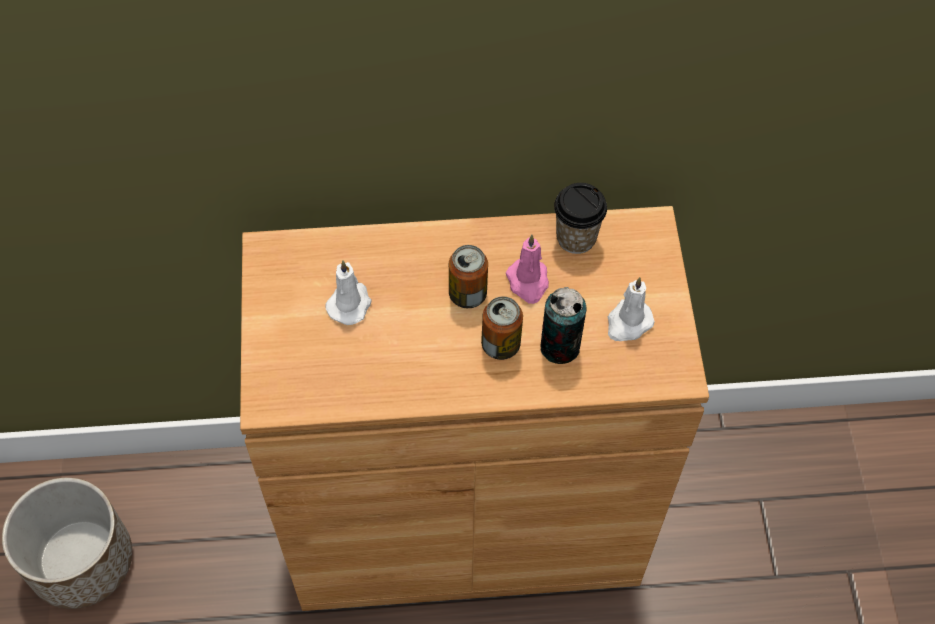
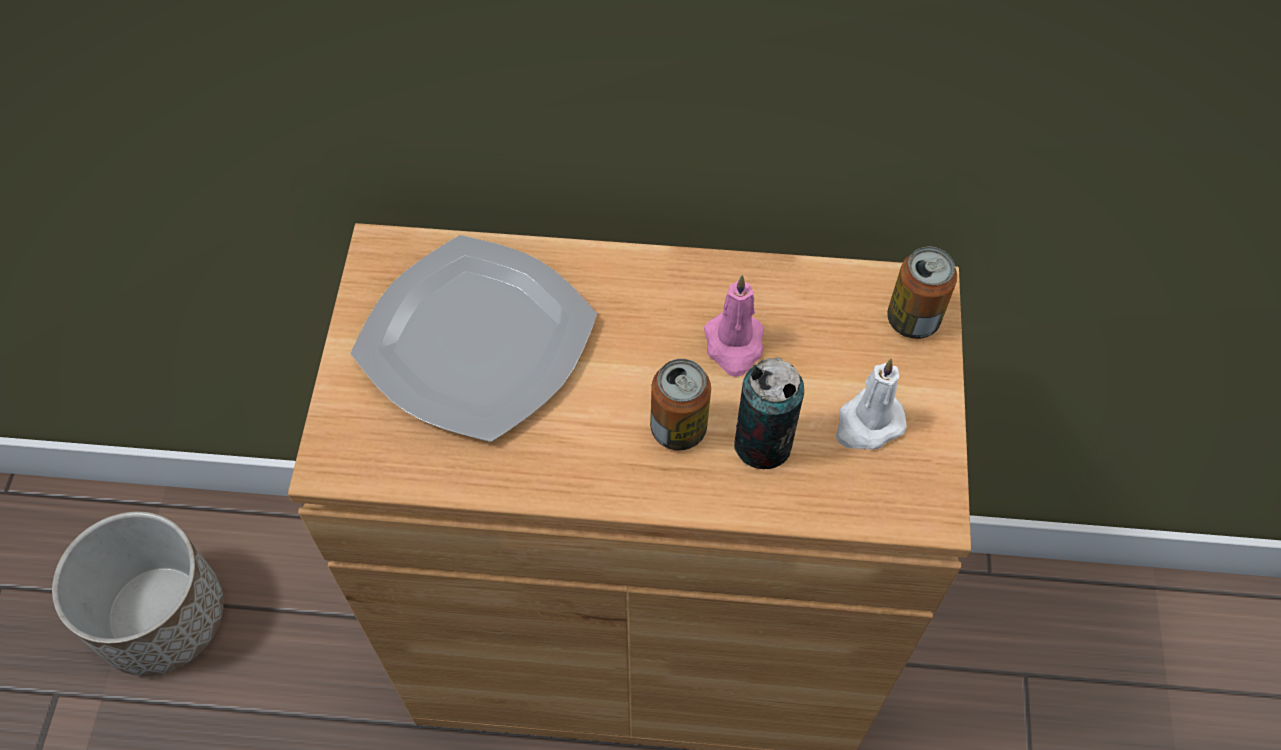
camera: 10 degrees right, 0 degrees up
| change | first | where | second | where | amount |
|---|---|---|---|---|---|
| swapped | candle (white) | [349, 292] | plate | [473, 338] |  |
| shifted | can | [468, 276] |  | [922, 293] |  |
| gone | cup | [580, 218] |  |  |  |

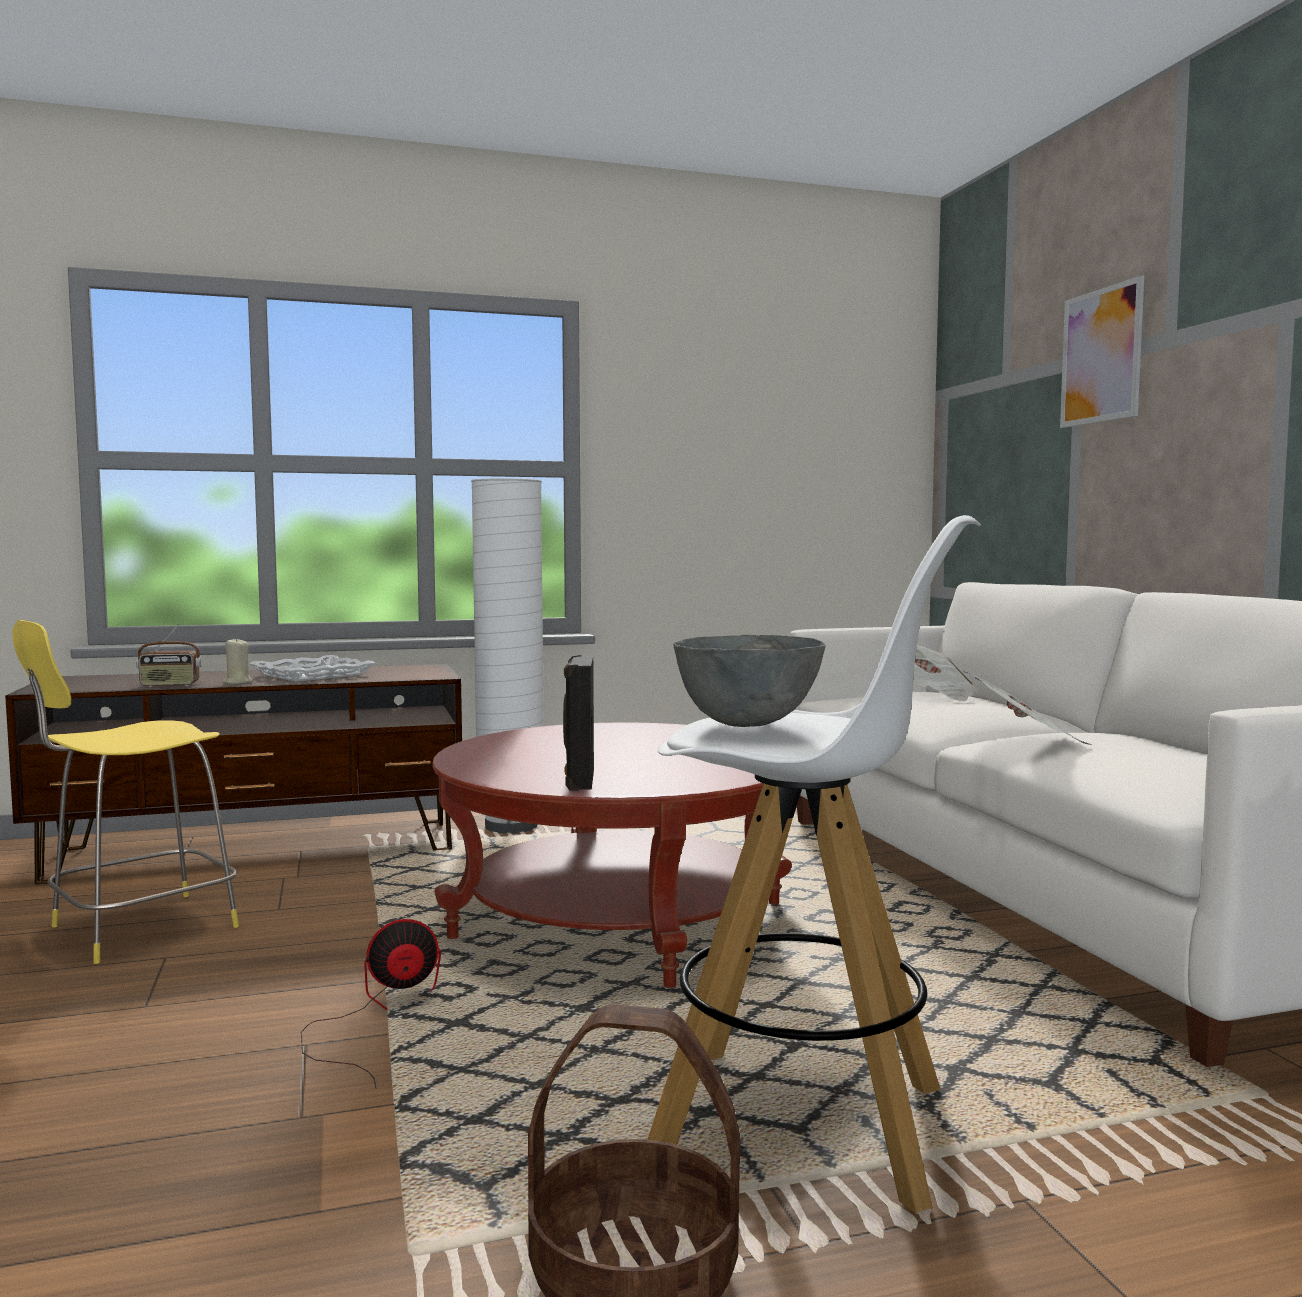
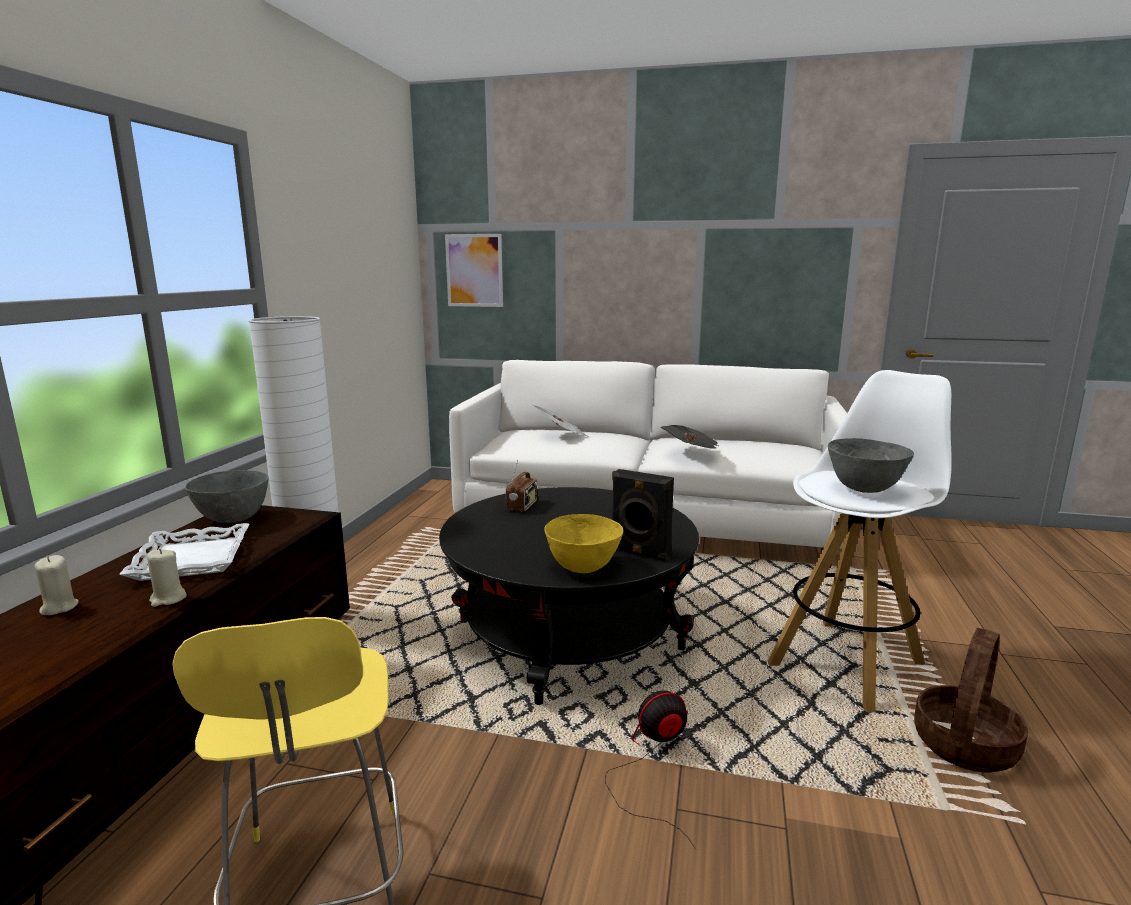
camera: 60 degrees left, 10 degrees up
| change | first | where | second | where | amount |
|---|---|---|---|---|---|
| new |  |  | candle (beige) | [56, 585] |  |
| new |  |  | bowl (grey) | [227, 496] |  |
| repainted | coffee table (red) | [612, 855] | coffee table (black) | [569, 596] |  |
| shifted | picture | [1102, 351] |  | [474, 270] |  |
| shifted | radio | [169, 655] |  | [521, 485] |  |
| new |  |  | bowl (yellow) | [583, 543] |  |
| rotated | fan | [371, 1004] |  | [650, 770] | 60 degrees clockwise |

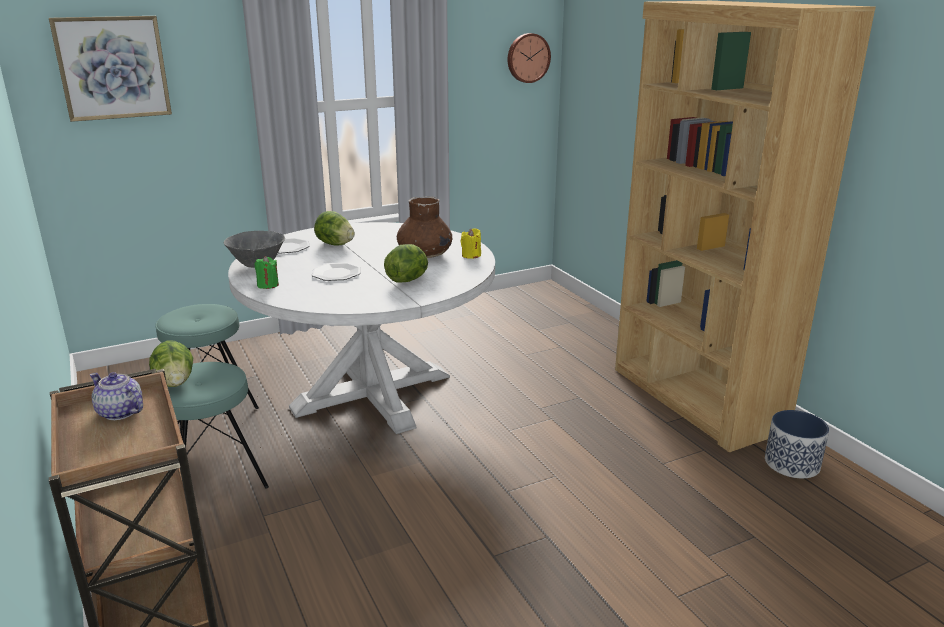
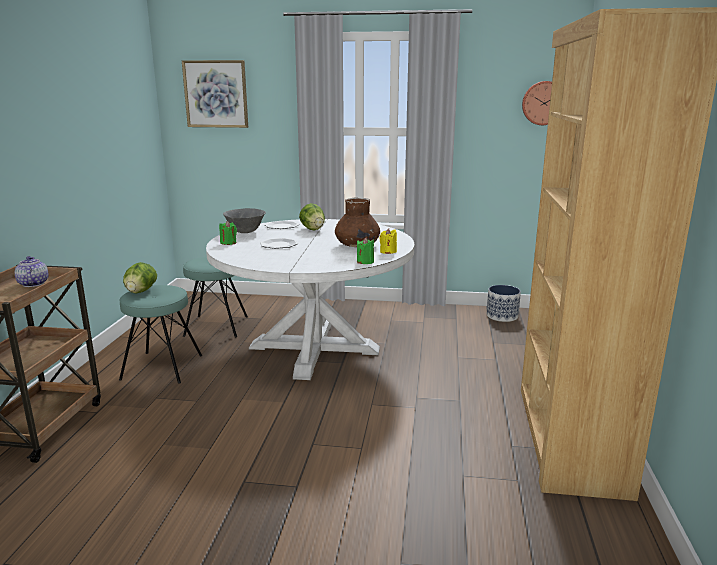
camera: 35 degrees right, 5 degrees down
| change | first | where | second | where | amount |
|---|---|---|---|---|---|
| new |  |  | candle (green) | [365, 250] |  |
| shifted | planter | [797, 444] |  | [504, 303] |  |
| gone | lettuce | [406, 263] |  |  |  |

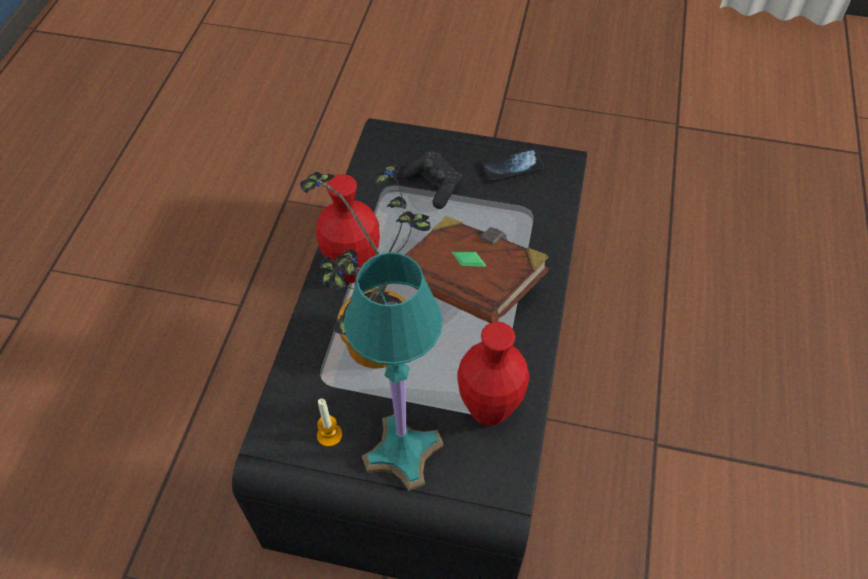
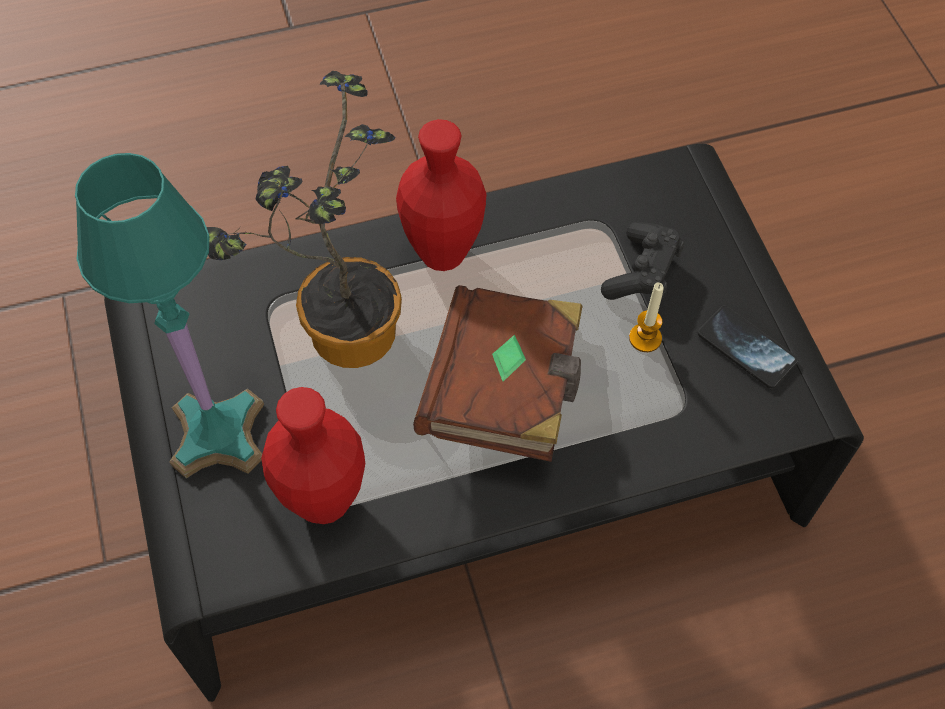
camera: 60 degrees right, 5 degrees up
| change | first | where | second | where | amount |
|---|---|---|---|---|---|
| shifted | candle | [329, 422] |  | [646, 317] |  |

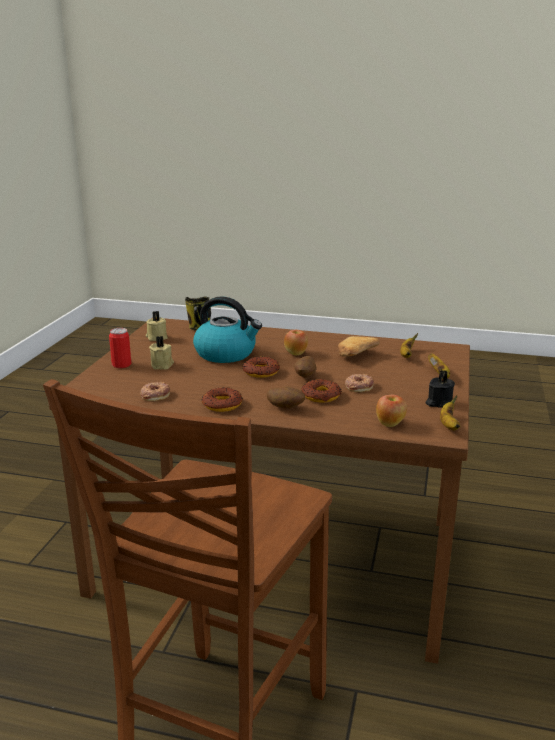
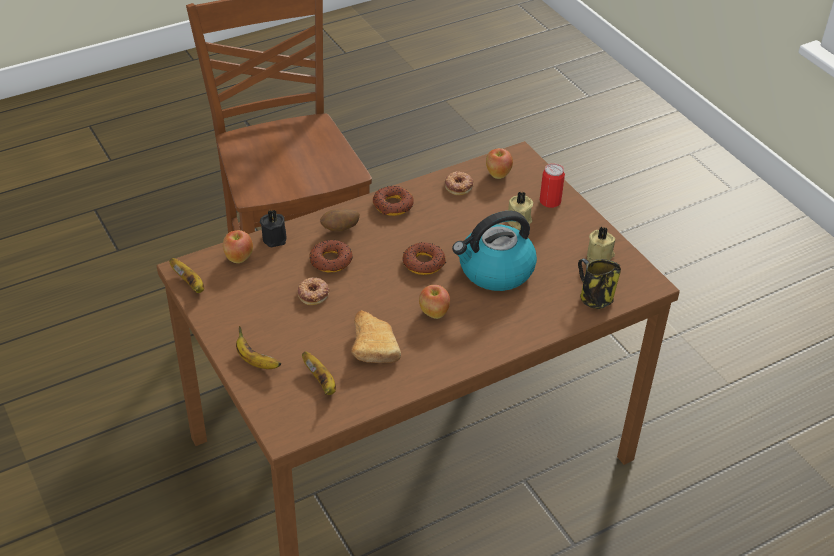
camera: 135 degrees right, 20 degrees up
| change | first | where | second | where | amount |
|---|---|---|---|---|---|
| shifted | candle (black) | [440, 389] |  | [273, 228] |  |
| new |  |  | apple | [499, 163] |  |
| gone | potato | [305, 367] |  |  |  |

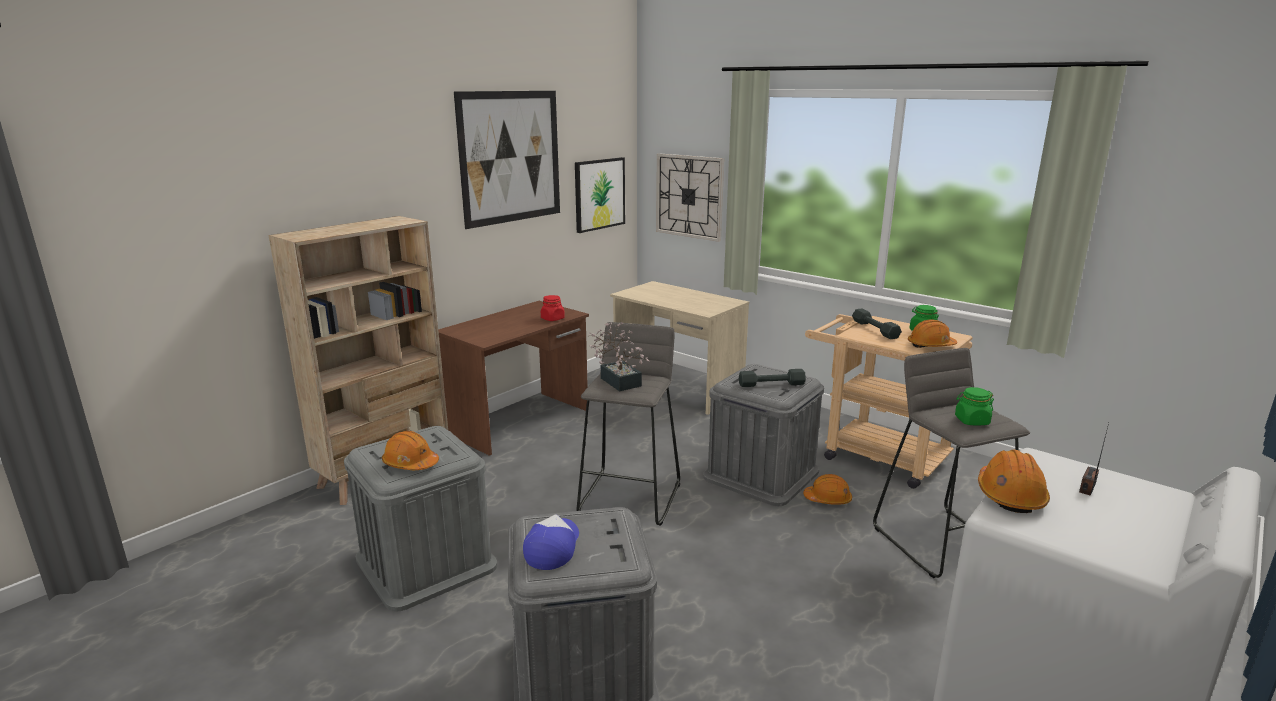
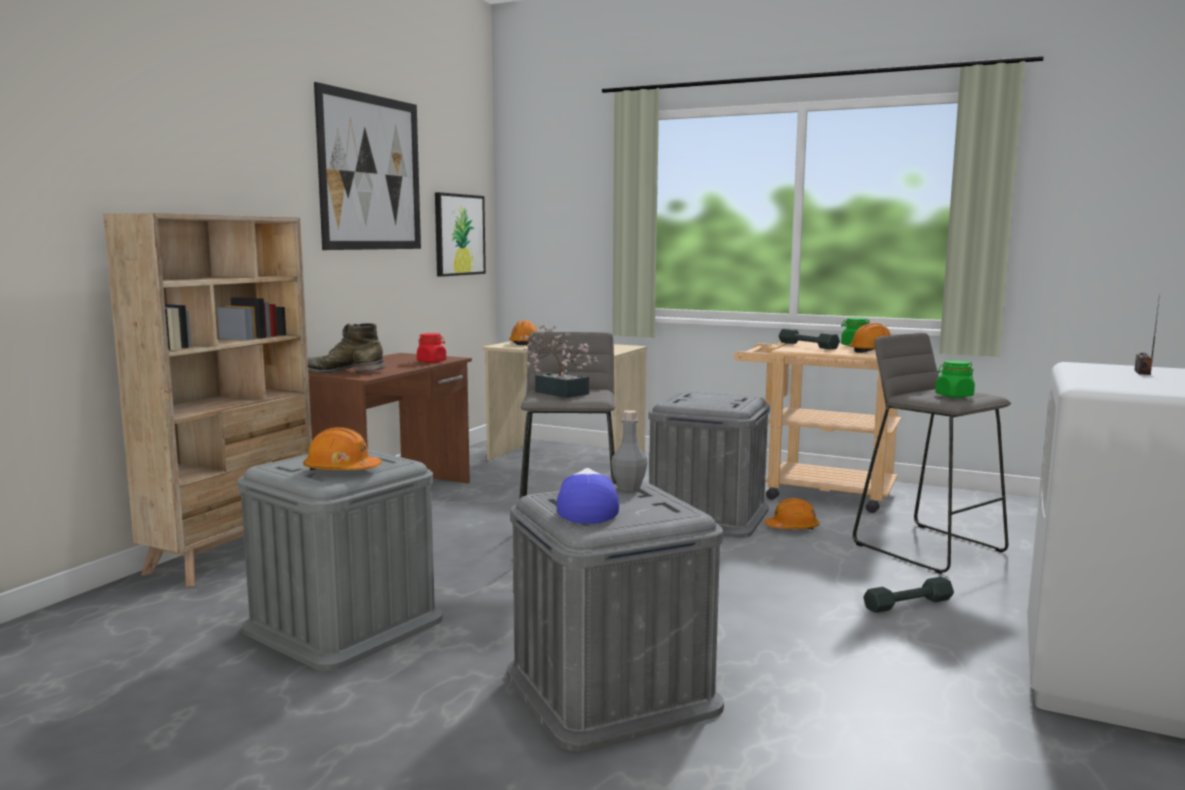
camera: 15 degrees left, 10 degrees down
| change | first | where | second | where | amount |
|---|---|---|---|---|---|
| new |  |  | boot (green) | [346, 348] |  |
| shifted | hard hat (orange) | [1014, 481] |  | [523, 332] |  |
| new |  |  | bottle (grey) | [629, 450] |  |
| shifted | dumbbell (grey) | [772, 378] |  | [908, 595] |  |
| gone | wall clock | [690, 197] |  |  |  |

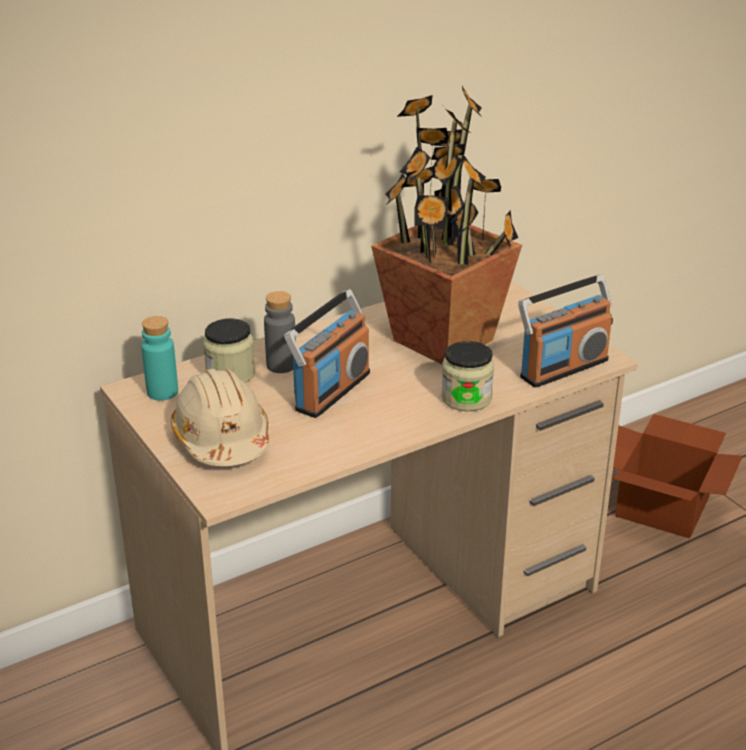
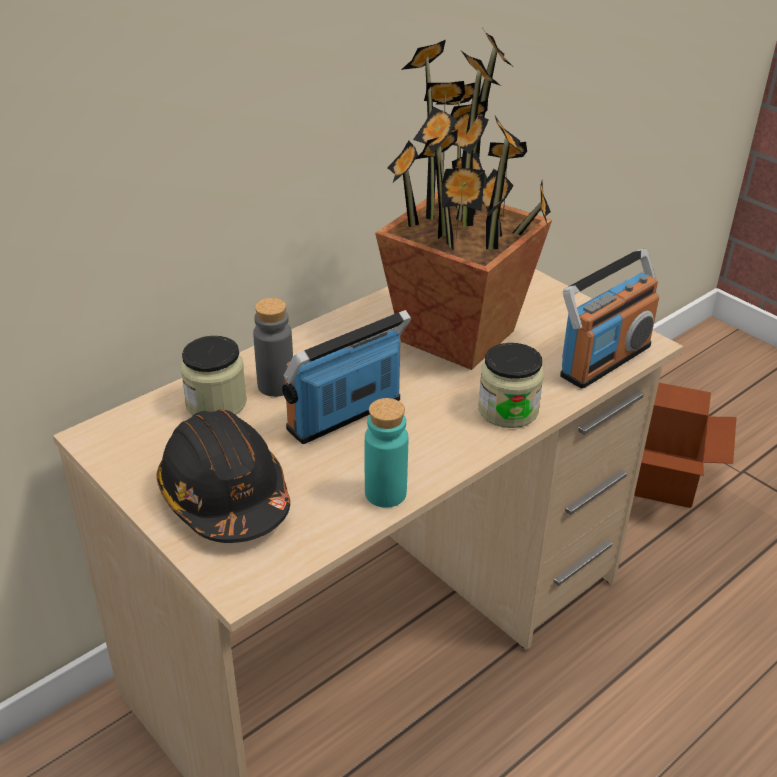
camera: 10 degrees left, 5 degrees up
| change | first | where | second | where | amount |
|---|---|---|---|---|---|
| repainted | hard hat (beige) | [220, 417] | hard hat (black) | [223, 476] |  |
| rotated | radio | [327, 353] |  | [346, 377] | 150 degrees counterclockwise |
| shifted | bottle (turquoise) | [159, 358] |  | [386, 453] |  |

